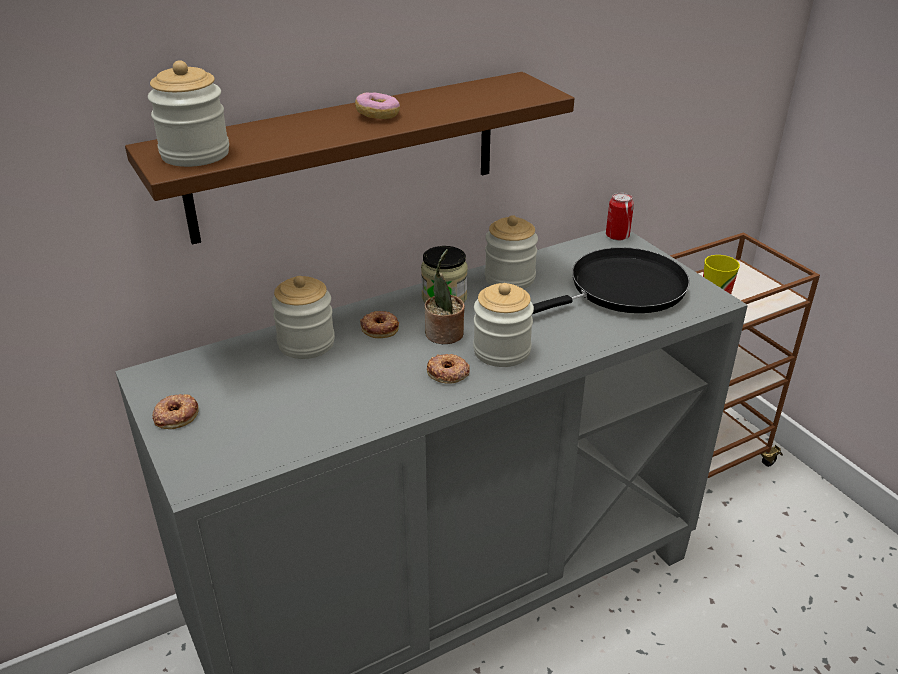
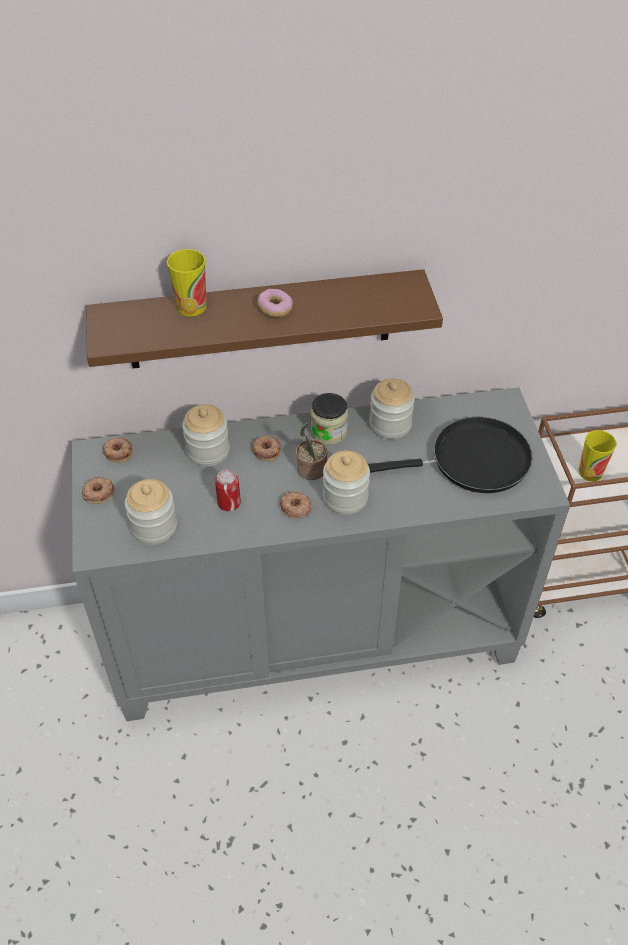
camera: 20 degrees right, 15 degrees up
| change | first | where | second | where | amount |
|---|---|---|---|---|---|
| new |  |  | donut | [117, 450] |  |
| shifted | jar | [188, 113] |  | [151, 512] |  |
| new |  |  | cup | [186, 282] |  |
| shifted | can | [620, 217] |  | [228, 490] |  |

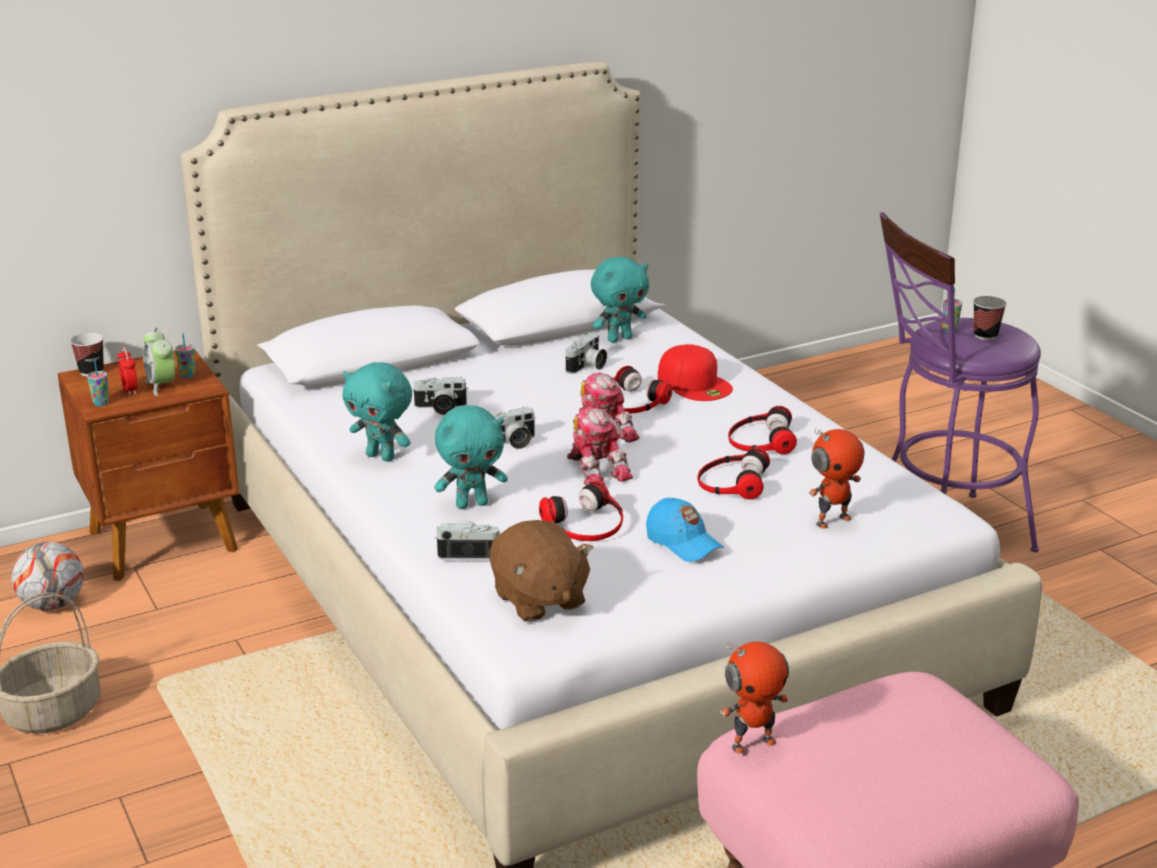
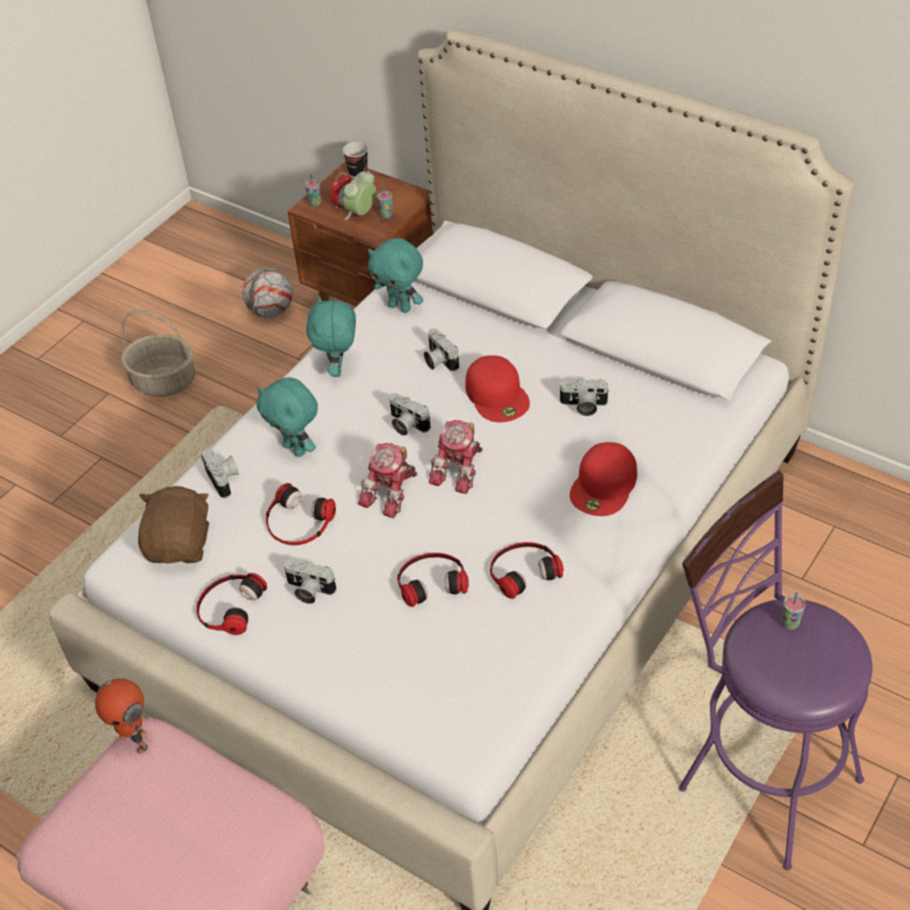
camera: 65 degrees right, 20 degrees up
| change | first | where | second | where | amount |
|---|---|---|---|---|---|
| rotated | plush toy (brown) | [541, 571] |  | [173, 524] | 150 degrees clockwise |
| shifted | headphones | [643, 390] |  | [231, 604] |  |
| swapped | cap (blue) | [685, 530] | photo camera | [310, 581] |  |
| shifted | plush toy (turquoise) | [620, 300] |  | [395, 275] |  |
| new |  |  | cap (red) | [497, 388] |  |
| gone | toy robot | [836, 478] |  |  |  |
| gone | cup | [990, 318] |  |  |  |

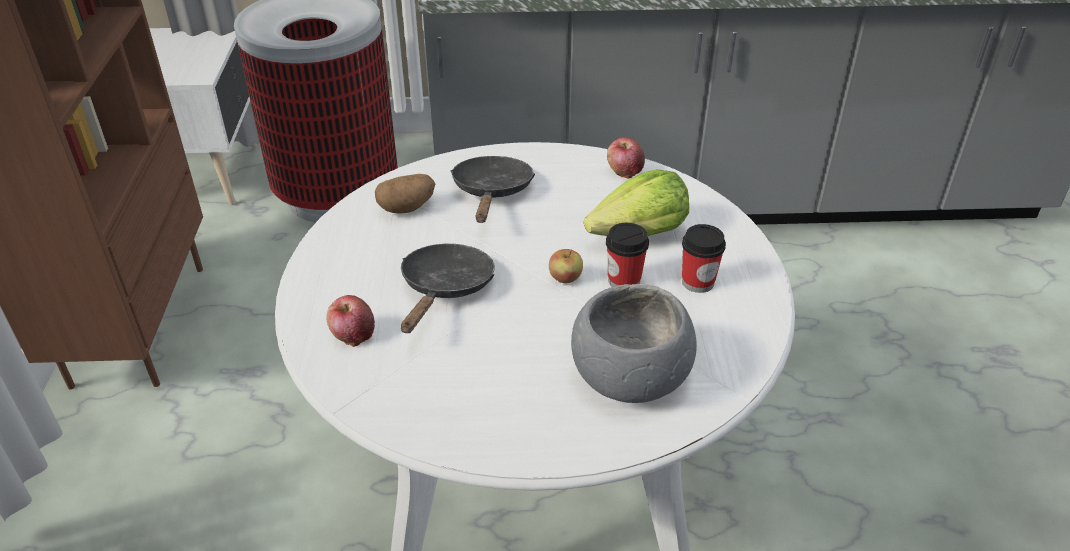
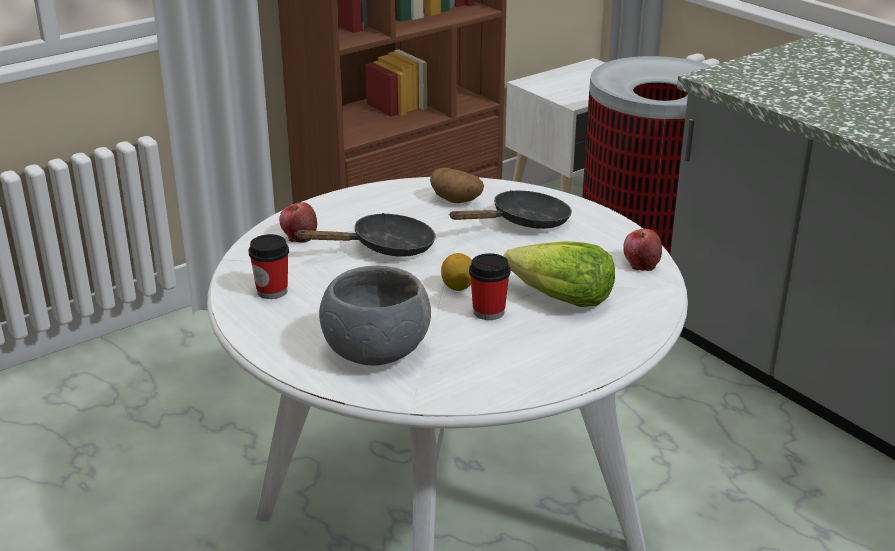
camera: 55 degrees right, 10 degrees down
| change | first | where | second | where | amount |
|---|---|---|---|---|---|
| shifted | cup | [704, 258] |  | [269, 266] |  |
| swapped | apple | [566, 266] | lemon | [456, 272] |  |

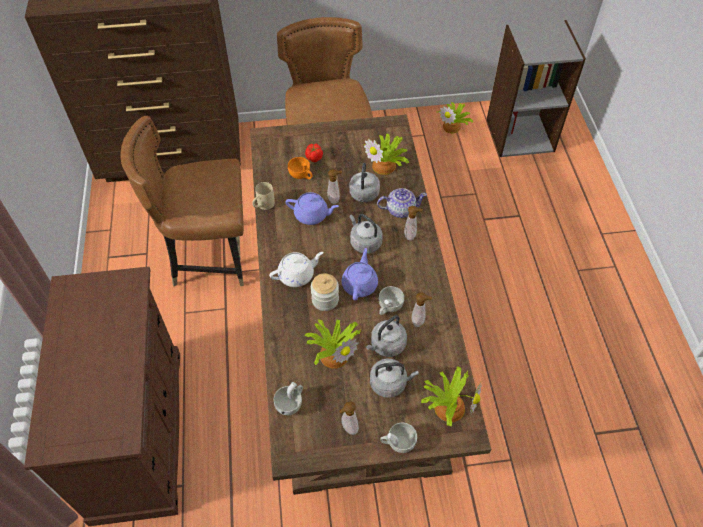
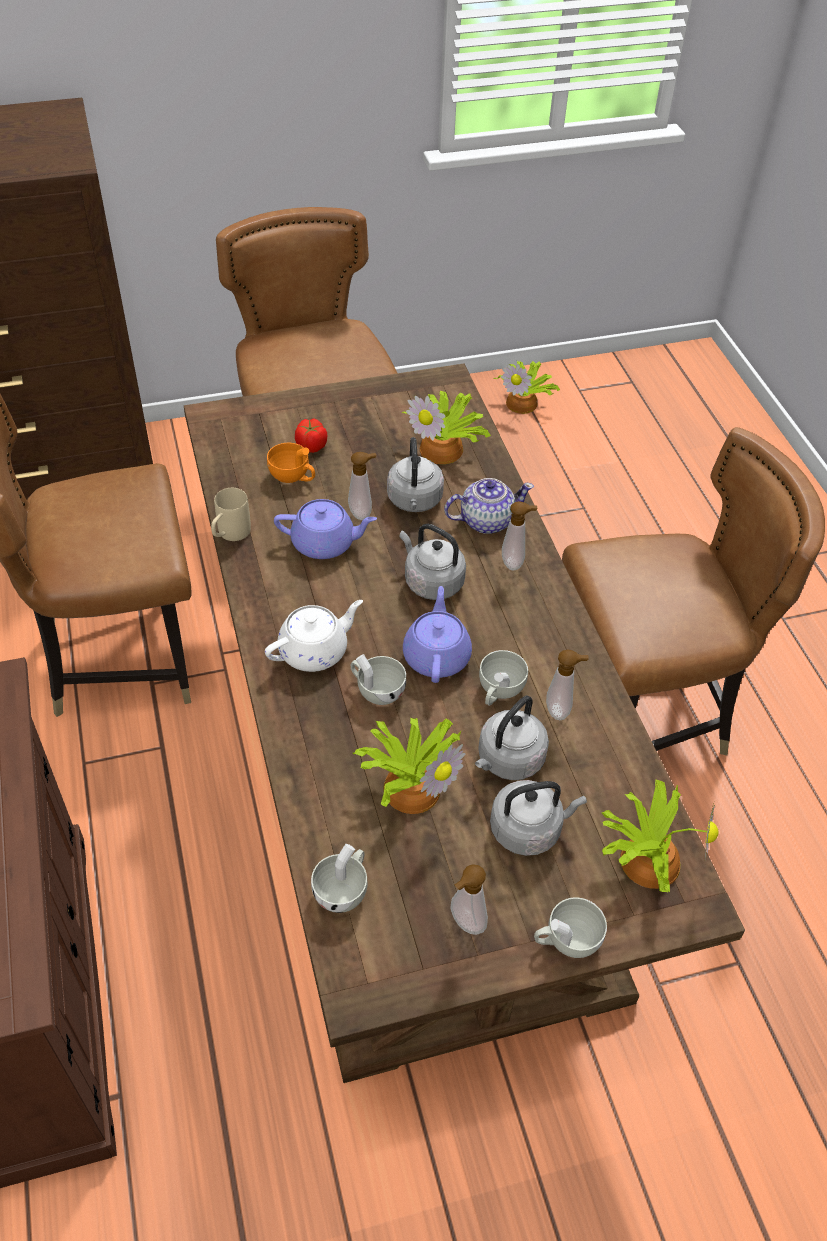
camera: 10 degrees left, 5 degrees down
| change | first | where | second | where | amount |
|---|---|---|---|---|---|
| swapped | jar | [325, 292] | cup (white) | [378, 679] |  |
| new |  |  | chair (brown) | [693, 591] |  |
| gone | bookcase (grey) | [536, 88] |  |  |  |

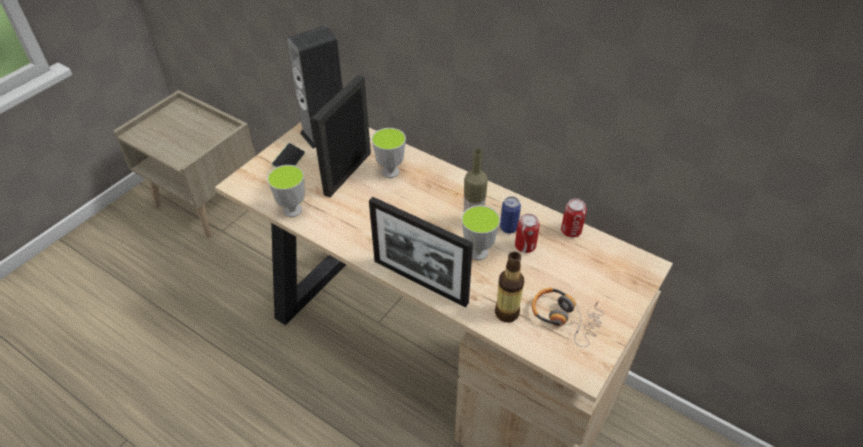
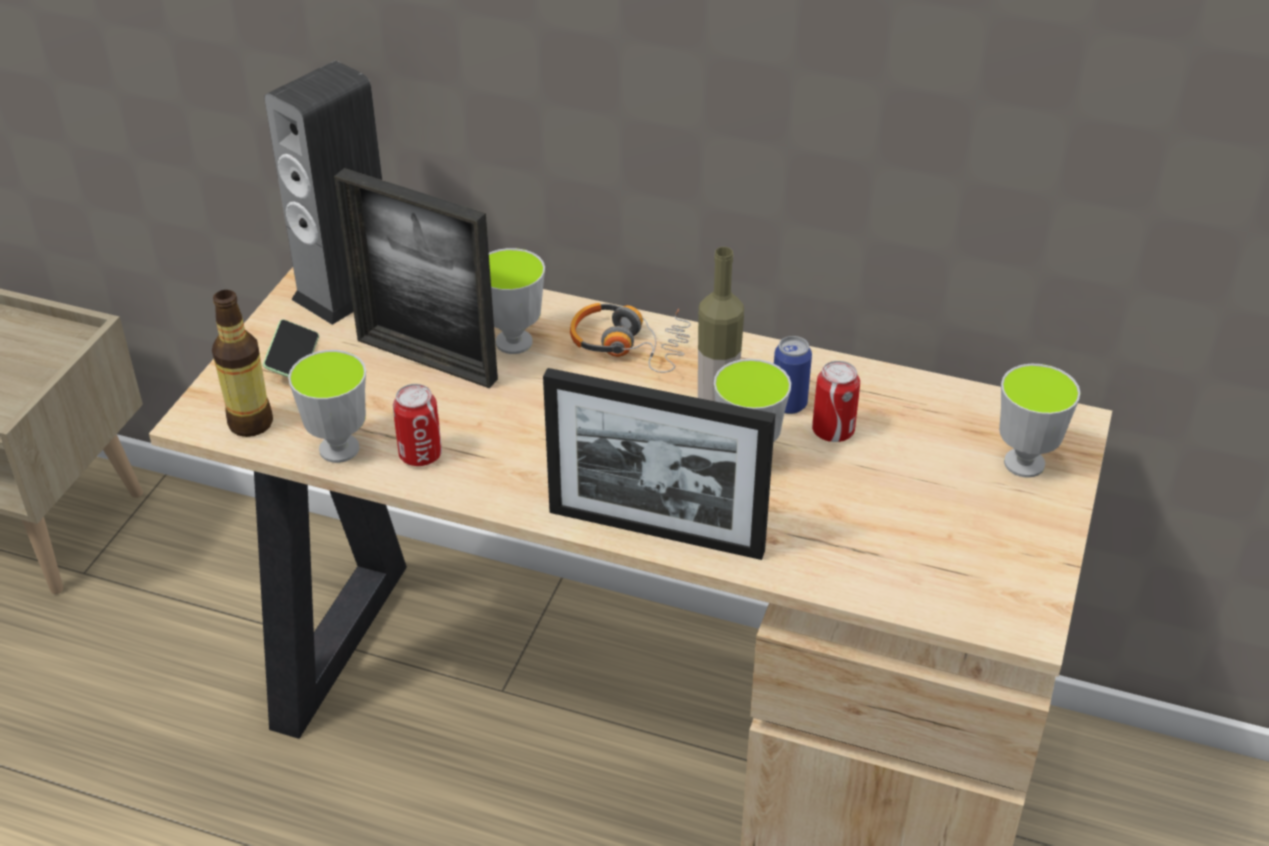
camera: 15 degrees left, 5 degrees down
| change | first | where | second | where | amount |
|---|---|---|---|---|---|
| shifted | bottle | [509, 287] |  | [242, 363] |  |
| rotated | picture frame | [341, 136] |  | [416, 278] | 75 degrees counterclockwise |
| shifted | can | [574, 217] |  | [417, 425] |  |
| shifted | headphones | [568, 317] |  | [630, 338] |  |
| new |  |  | cup | [1039, 421] |  |

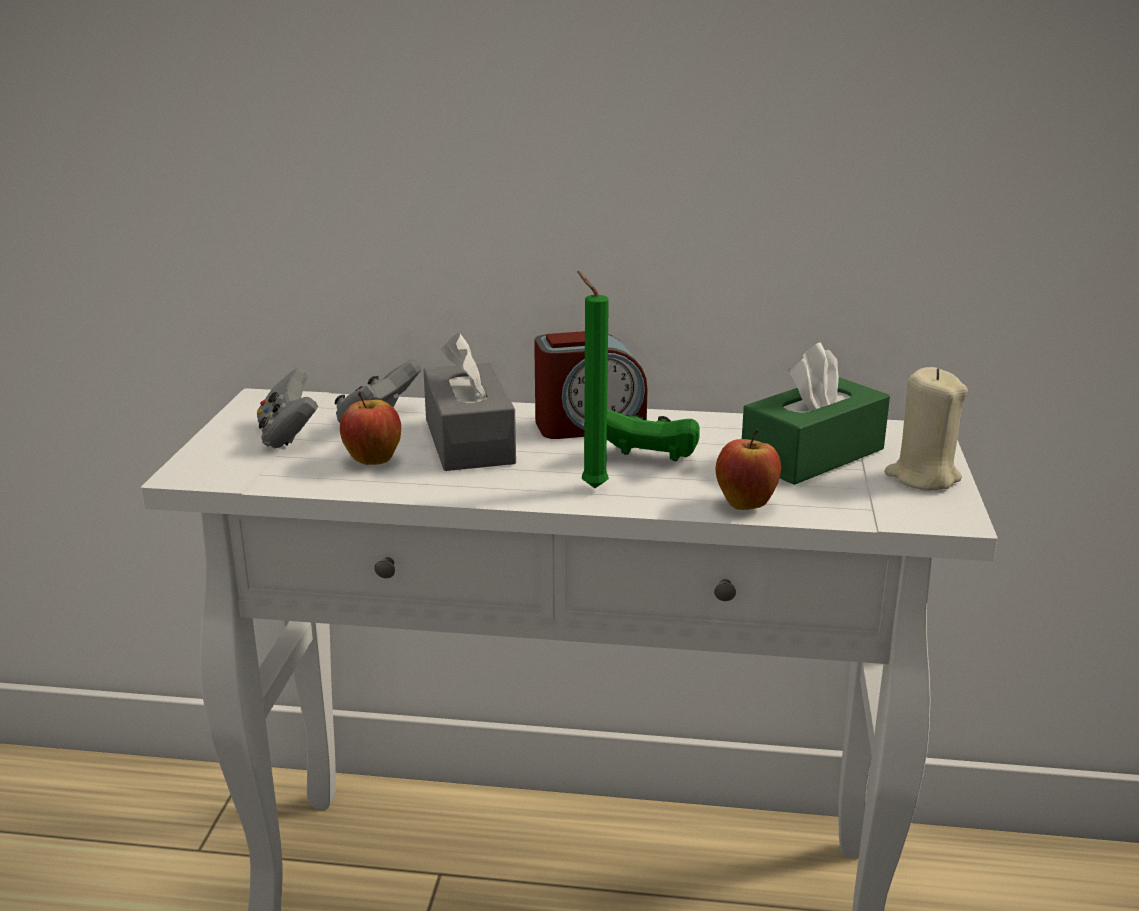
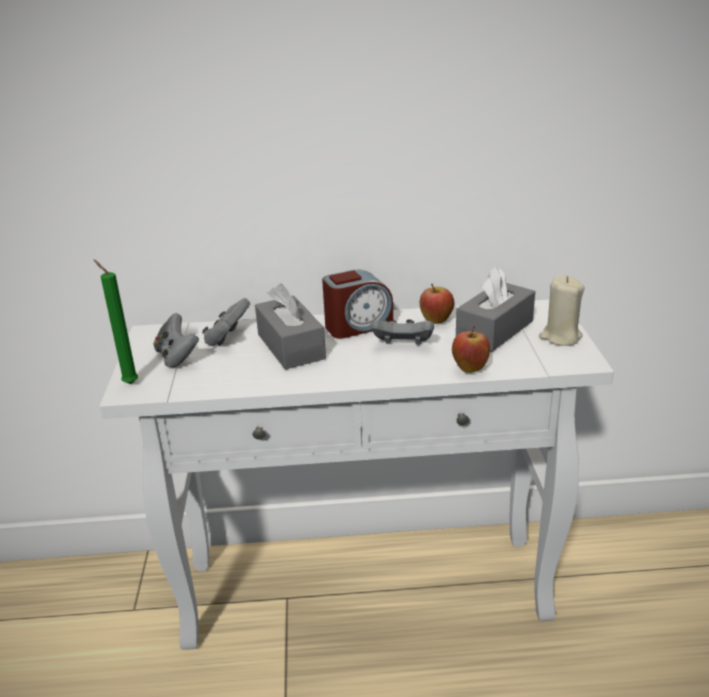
camera: 10 degrees left, 5 degrees up
| change | first | where | second | where | amount |
|---|---|---|---|---|---|
| shifted | candle (green) | [593, 379] |  | [116, 322] |  |
| repainted | game controller (green) | [653, 435] | game controller (grey) | [402, 332] |  |
| shifted | apple | [370, 428] |  | [437, 303] |  |
| repainted | tissue box (green) | [816, 413] | tissue box (grey) | [495, 309] |  |

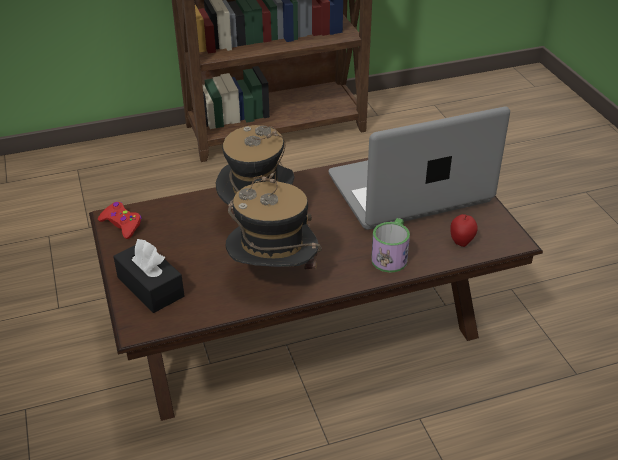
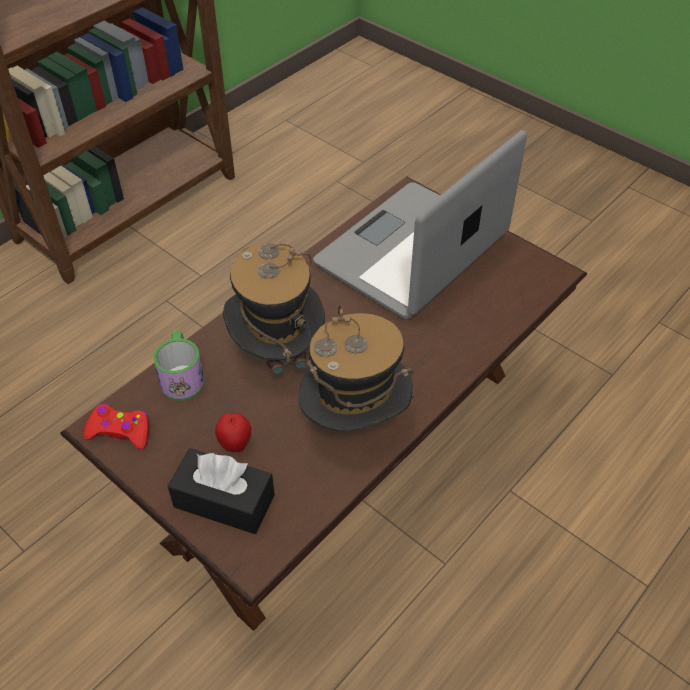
camera: 30 degrees left, 10 degrees up
| change | first | where | second | where | amount |
|---|---|---|---|---|---|
| shifted | mug | [390, 245] |  | [179, 366] |  |
| shifted | apple | [464, 230] |  | [233, 432] |  |

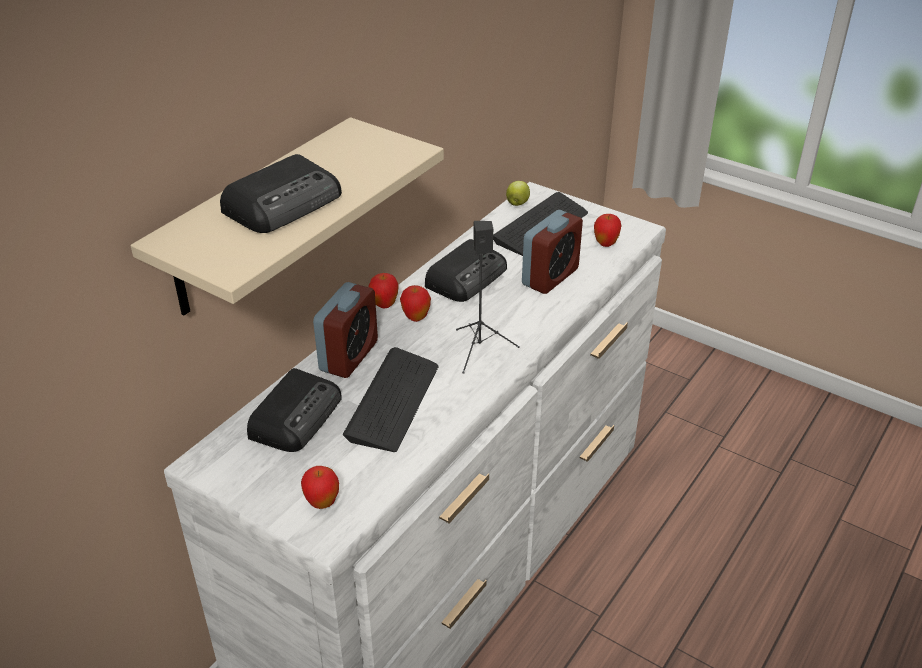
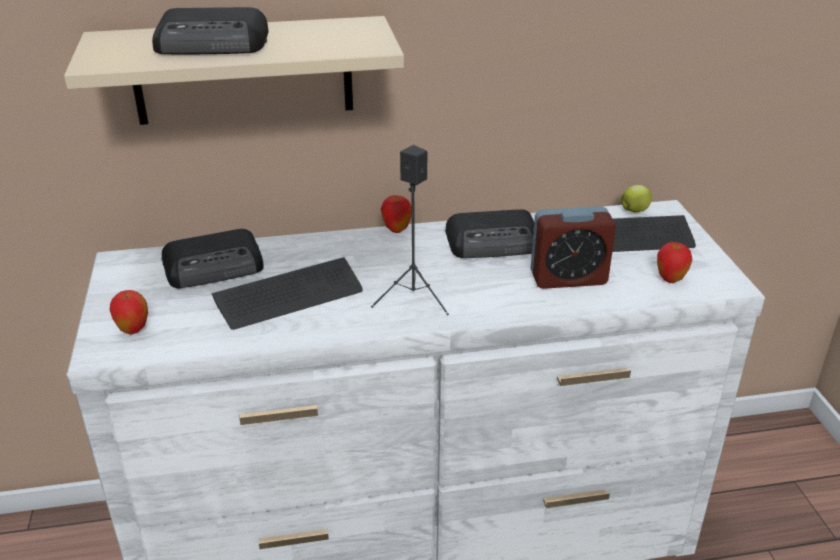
camera: 45 degrees right, 5 degrees down
| change | first | where | second | where | amount |
|---|---|---|---|---|---|
| gone | alarm clock | [345, 330] |  |  |  |
| gone | apple | [415, 303] |  |  |  |

